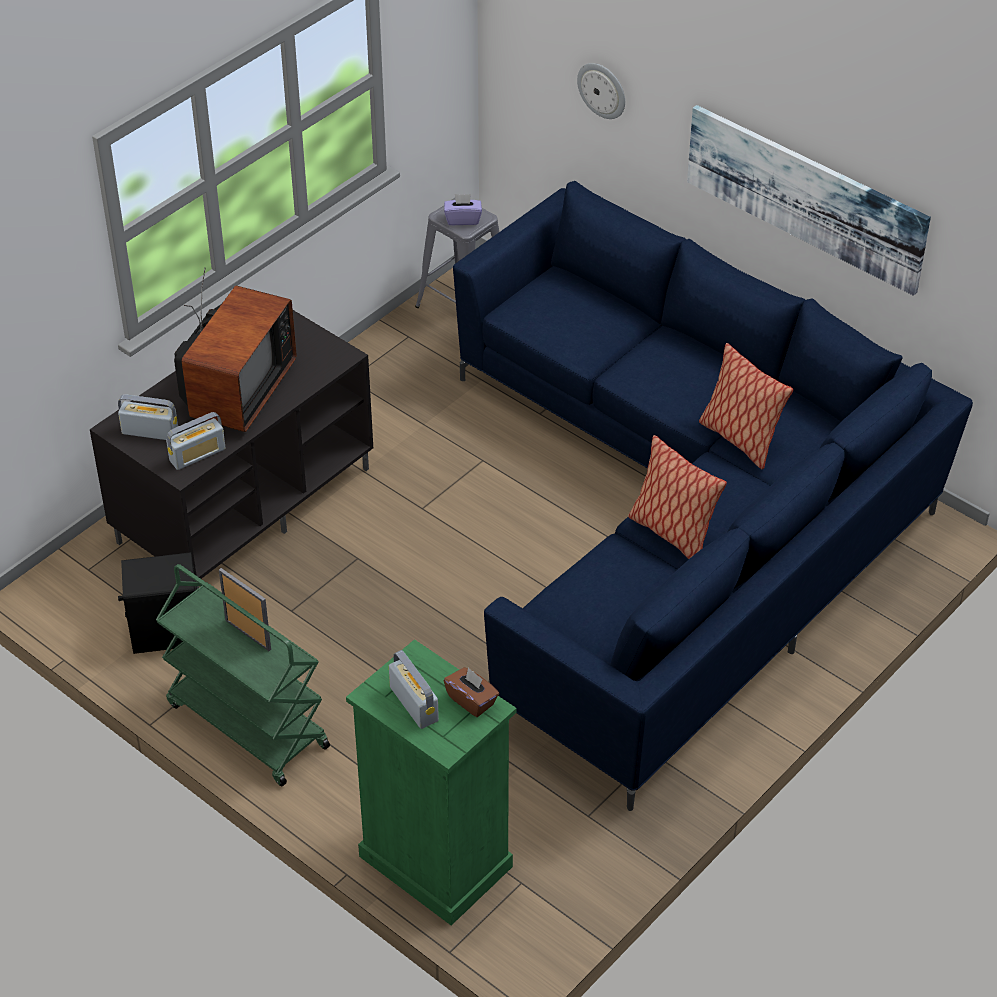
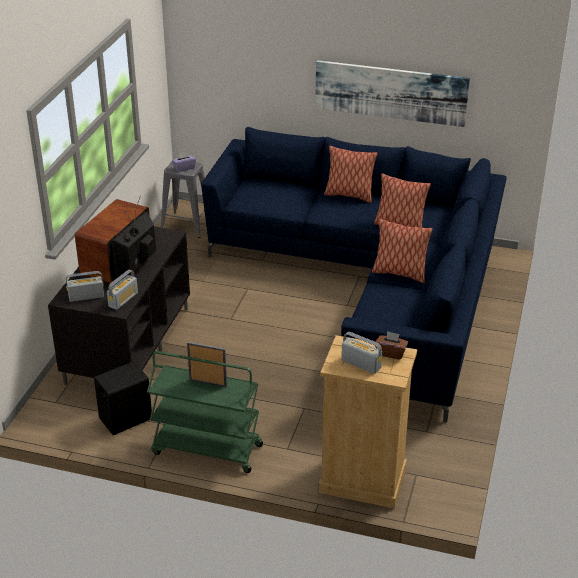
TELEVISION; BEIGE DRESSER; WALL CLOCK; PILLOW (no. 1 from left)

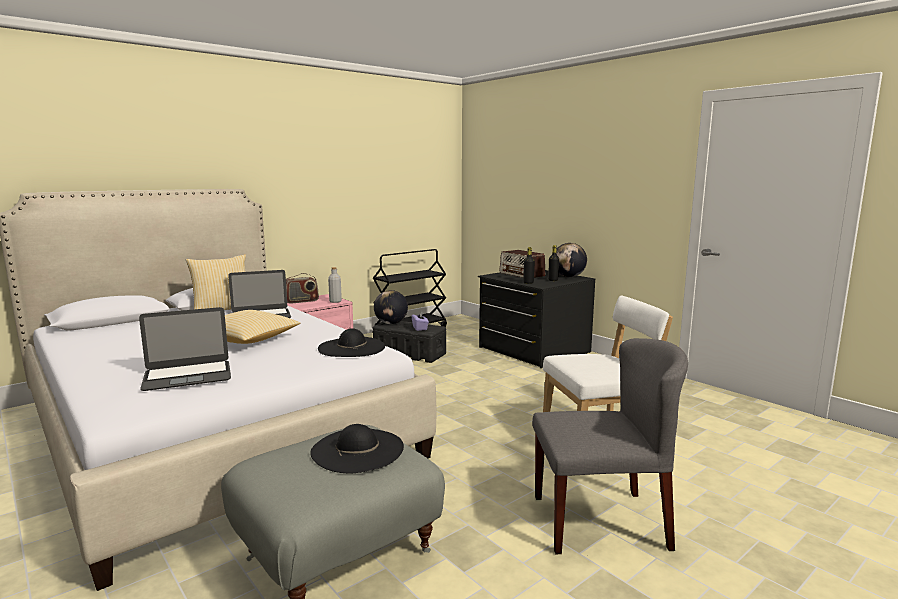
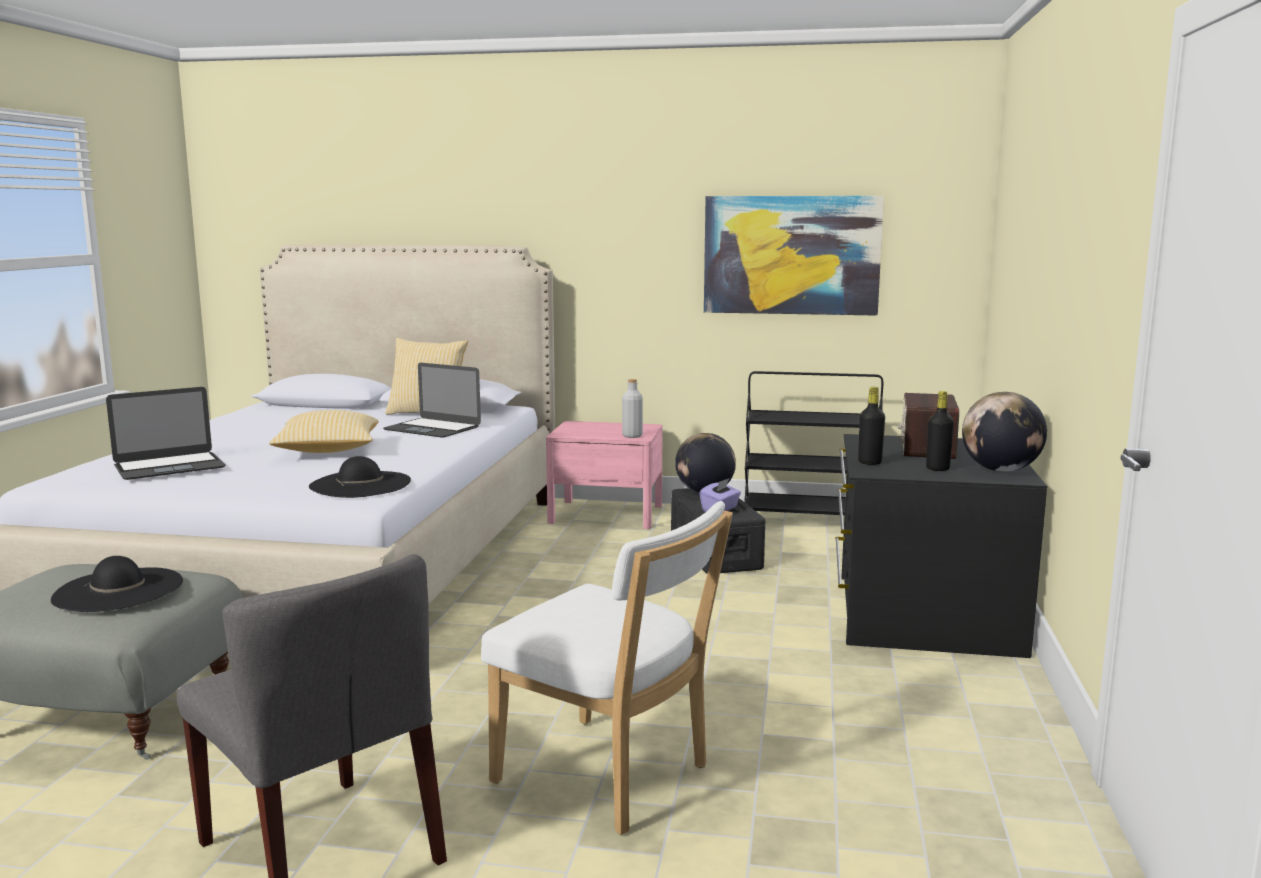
LAPTOP (no. 1 from left); RADIO (no. 1 from left in the first image); PICTURE

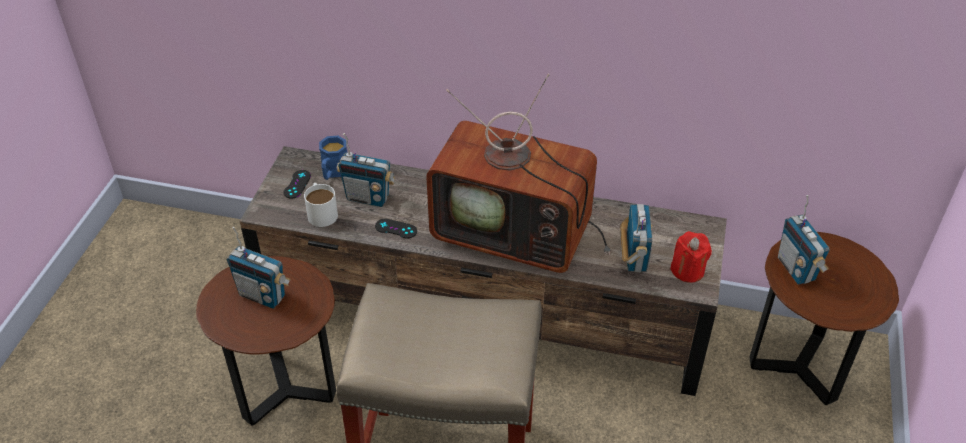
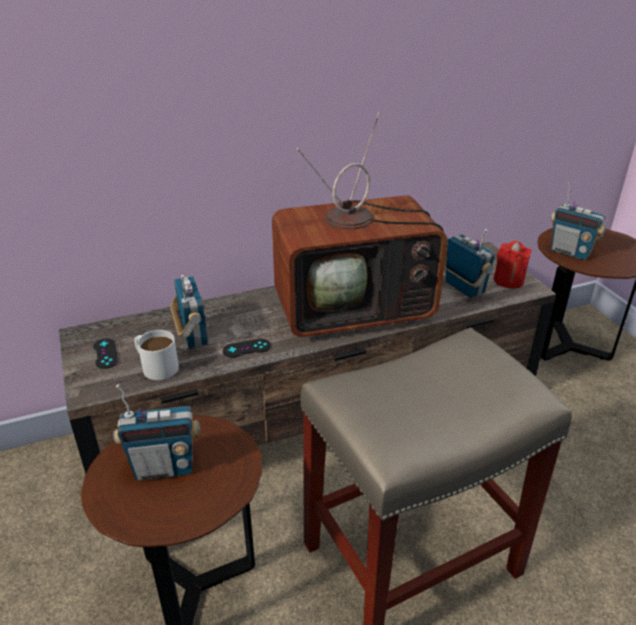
BLUE MUG; RADIO (no. 2 from left)

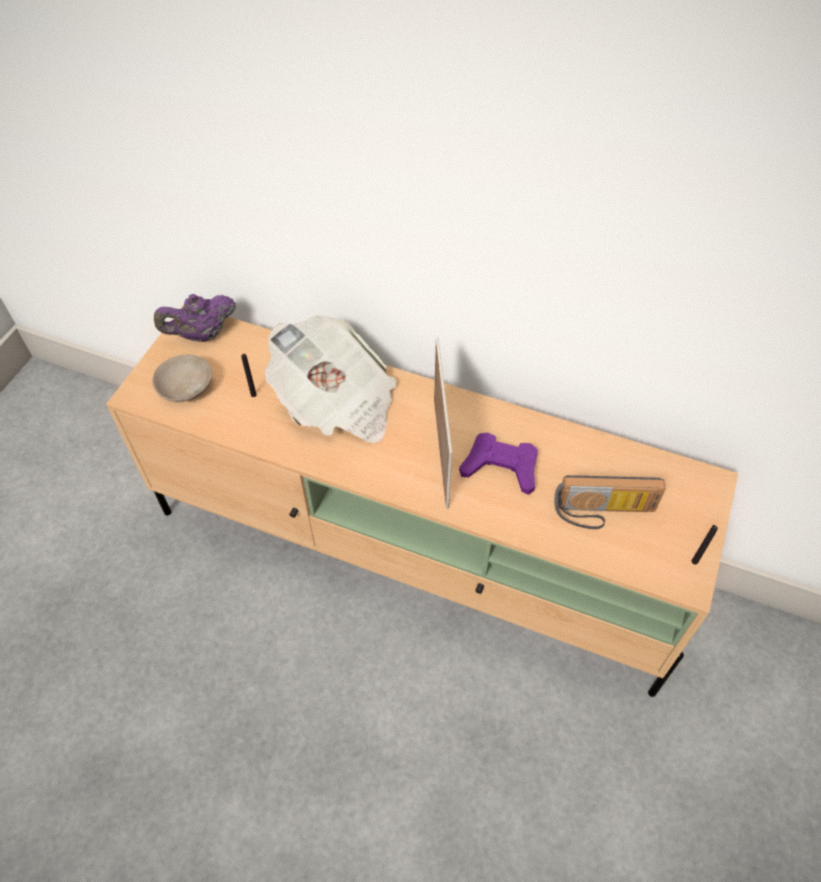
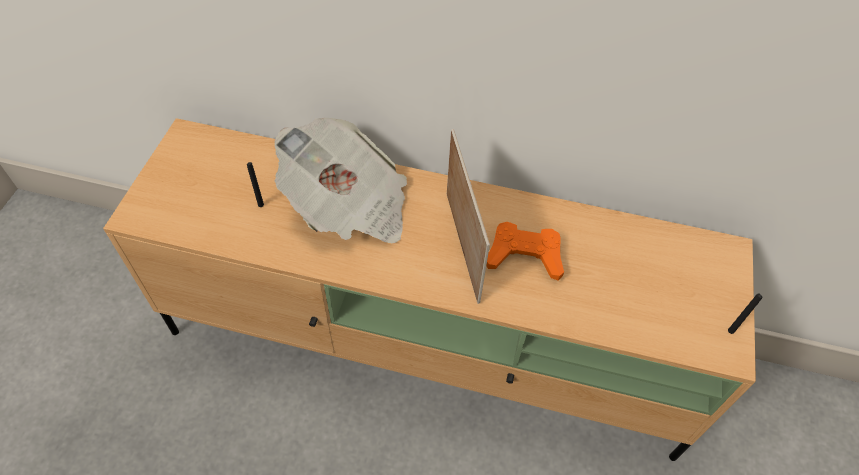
BEIGE BOWL; PURPLE TEAPOT; ORANGE GAME CONTROLLER; RADIO

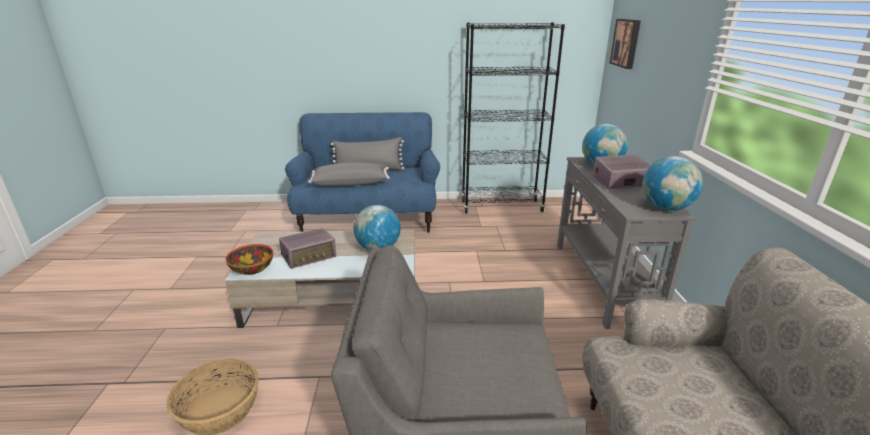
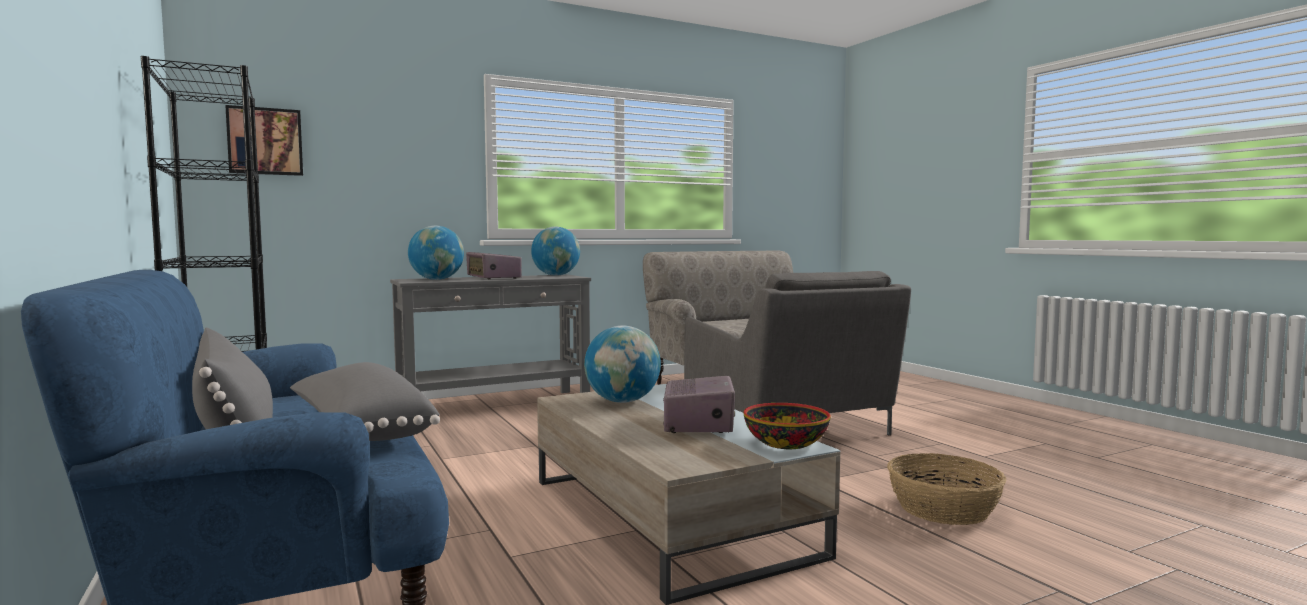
RADIO (no. 2 from left)

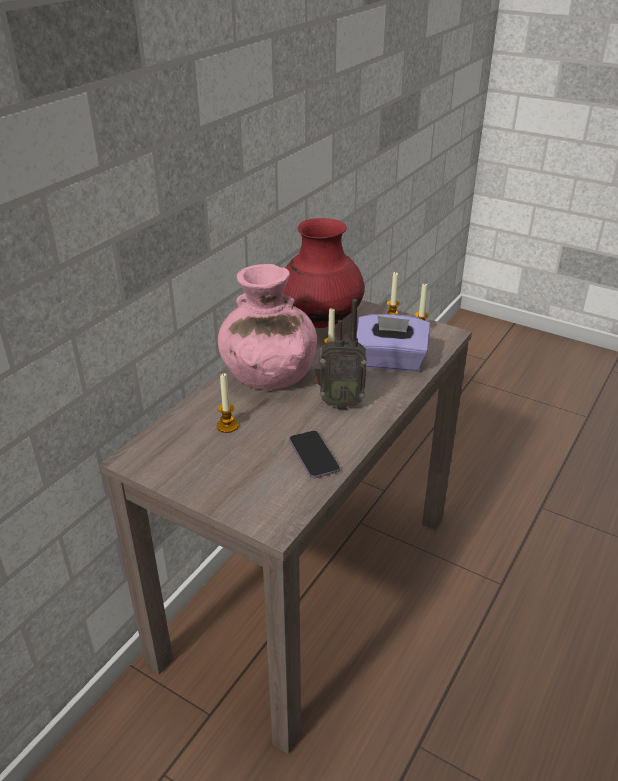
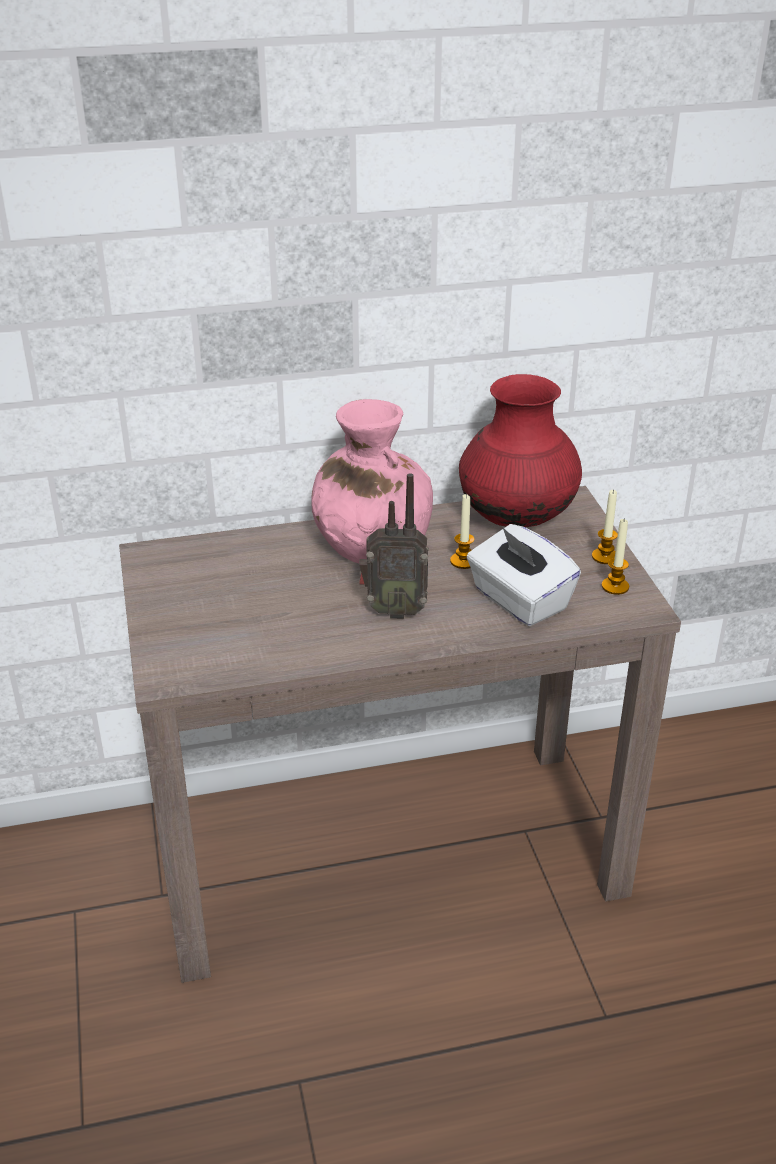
CANDLE (no. 1 from left in the first image); PHONE; RADIO; WHITE TISSUE BOX

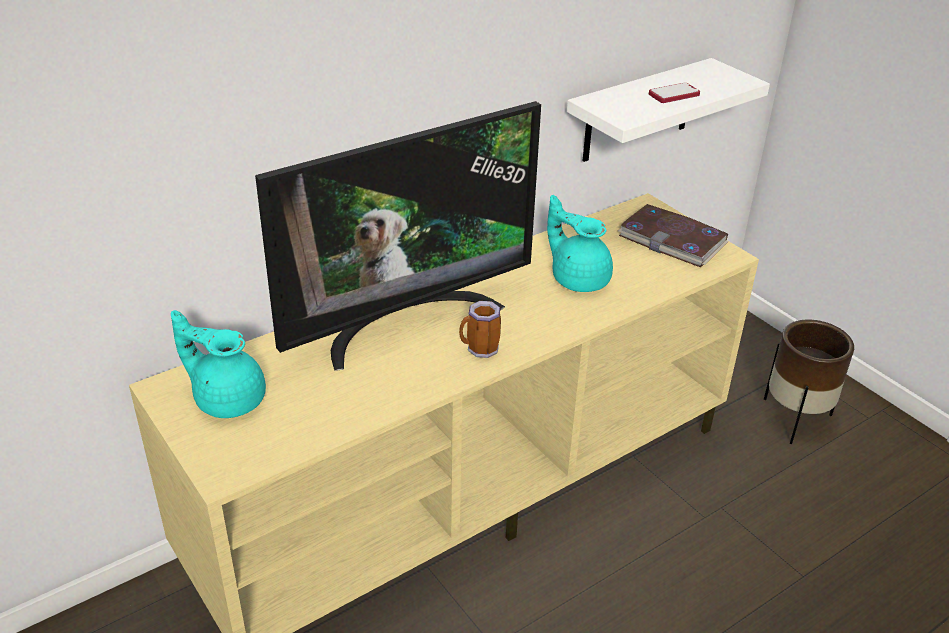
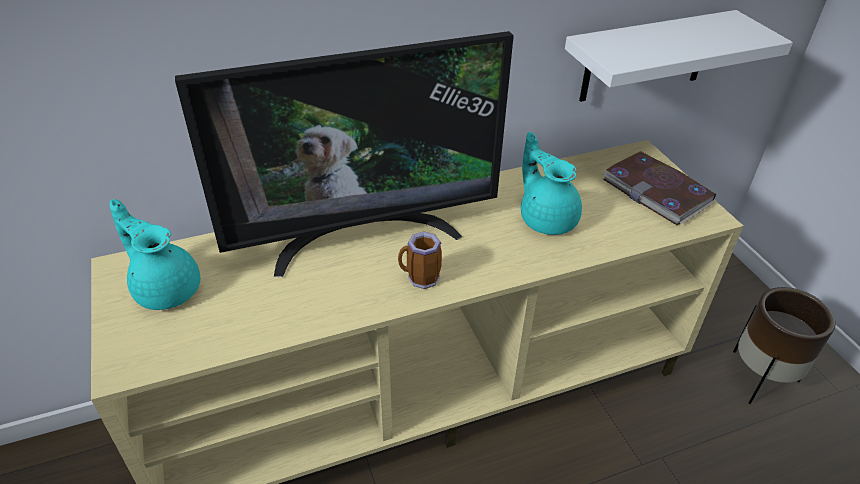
PHONE

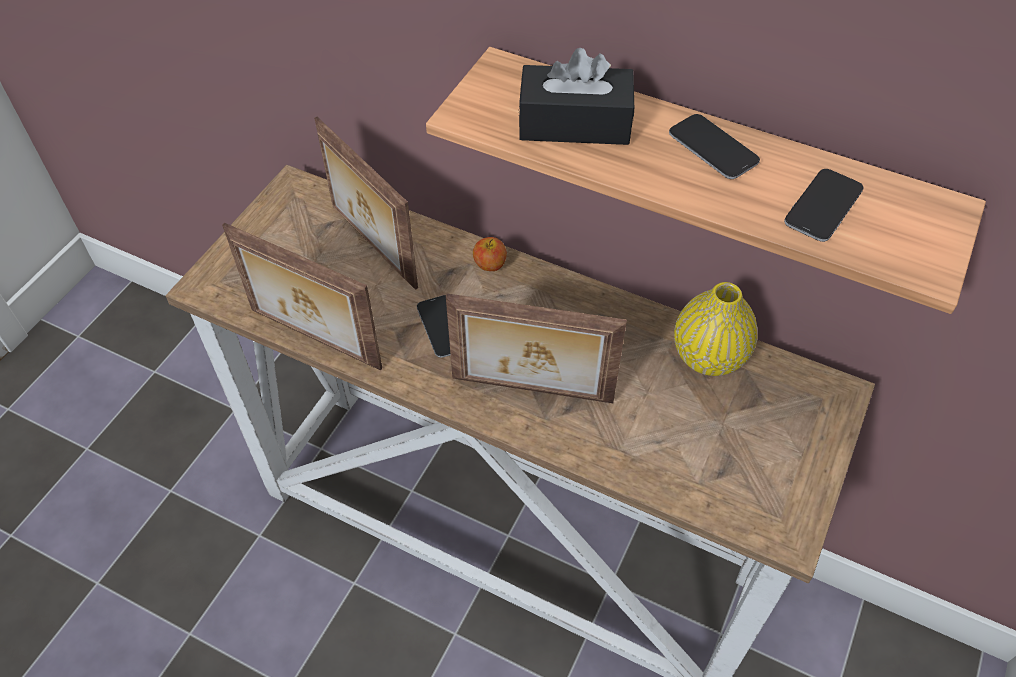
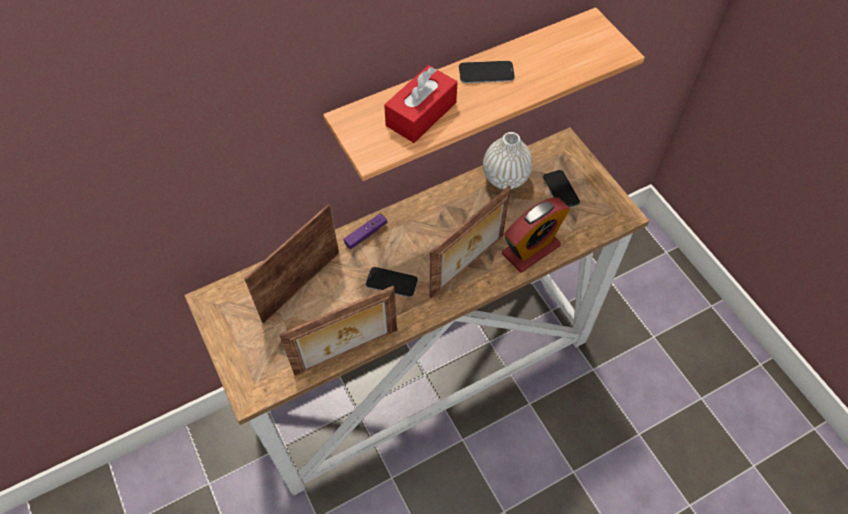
PICTURE FRAME (no. 1 from left); PURPLE GAME CONTROLLER; RED TISSUE BOX; WHITE VASE; PHONE (no. 3 from left); ALARM CLOCK

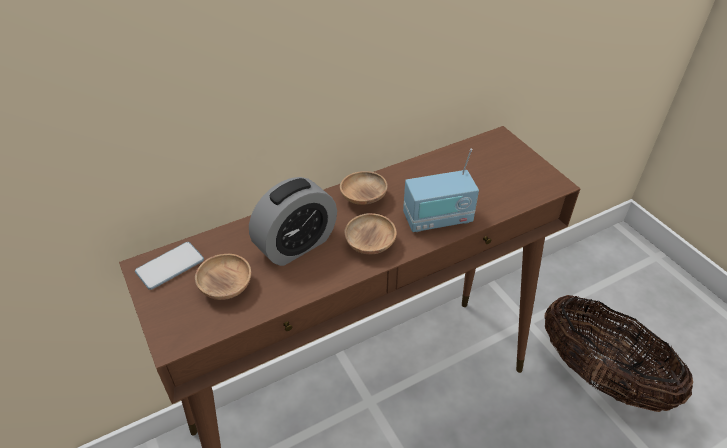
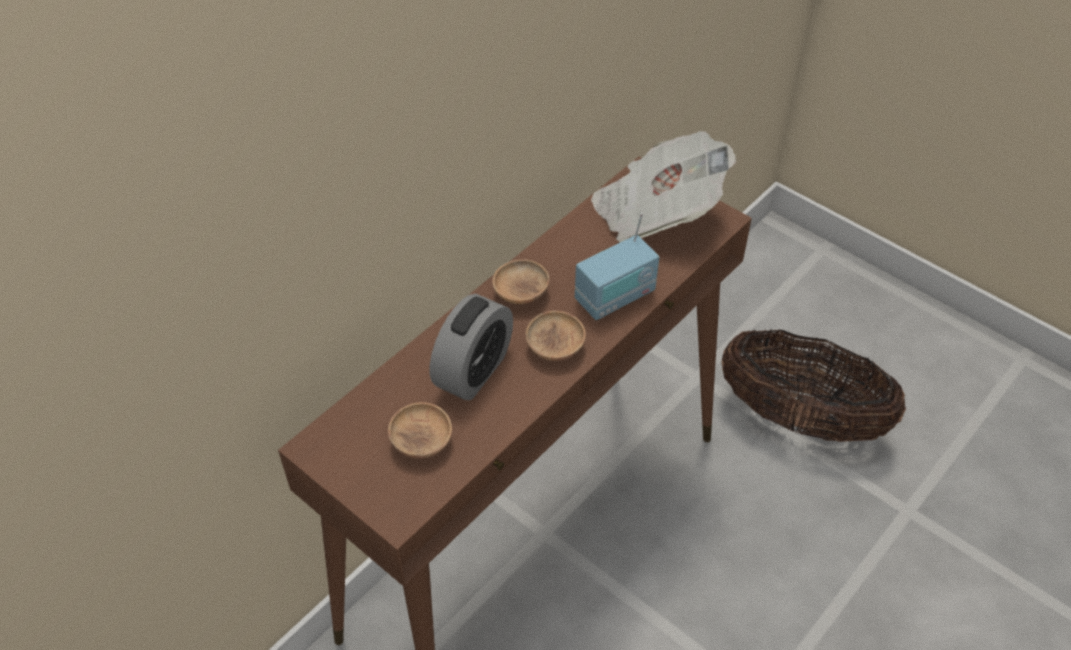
PHONE; NEWSPAPER

